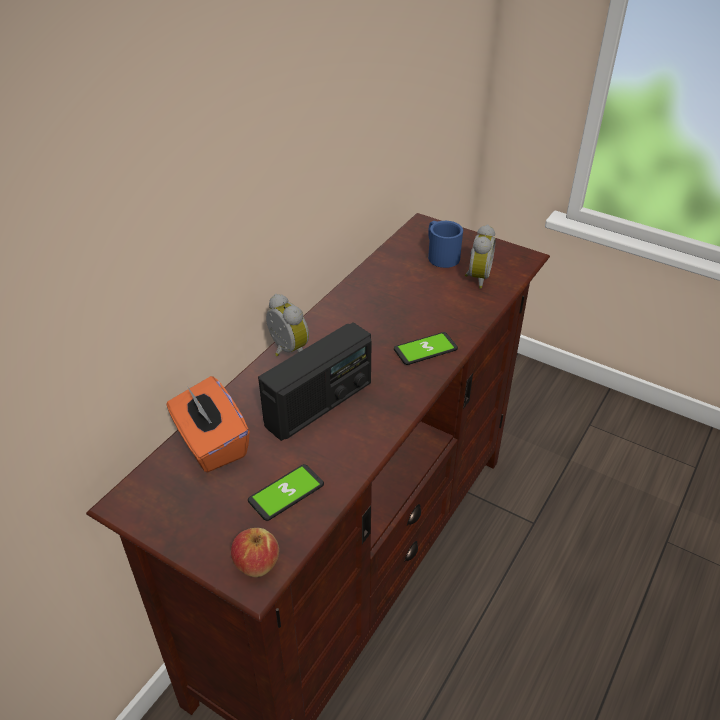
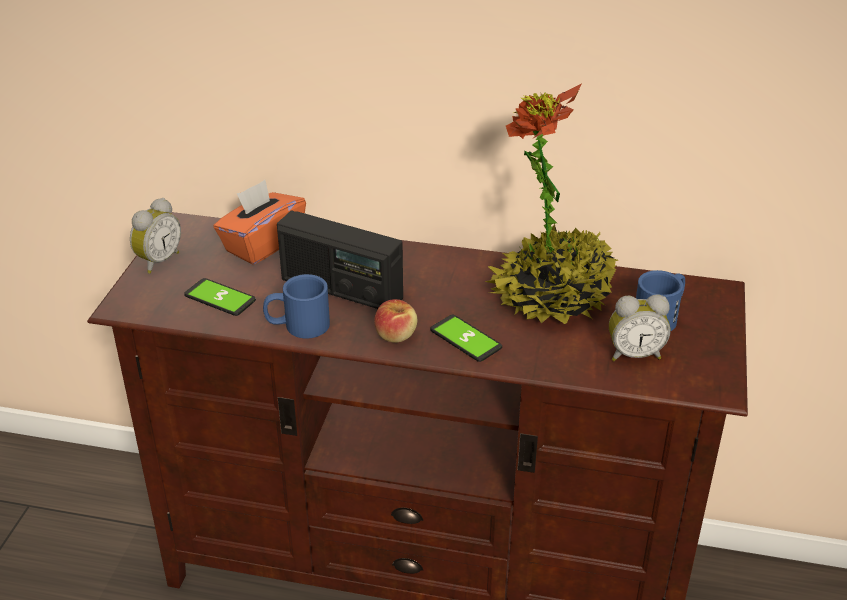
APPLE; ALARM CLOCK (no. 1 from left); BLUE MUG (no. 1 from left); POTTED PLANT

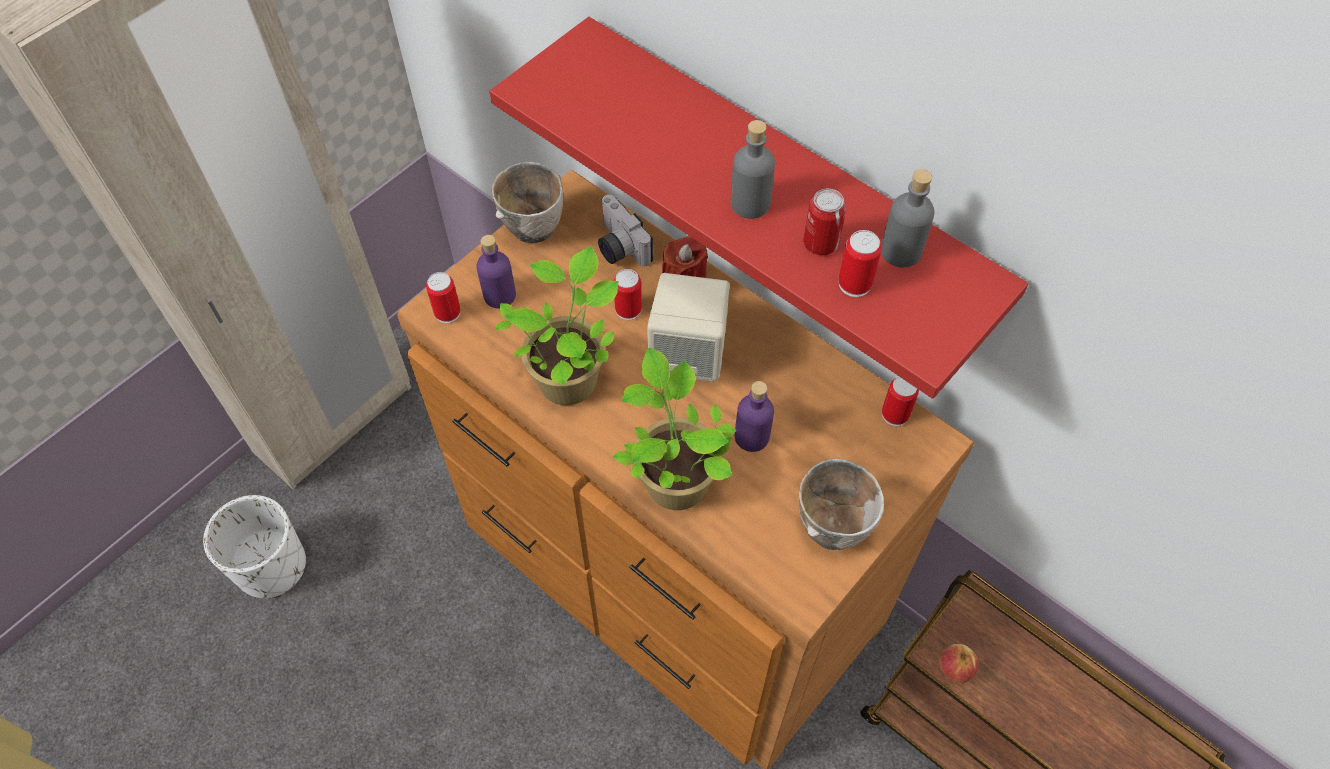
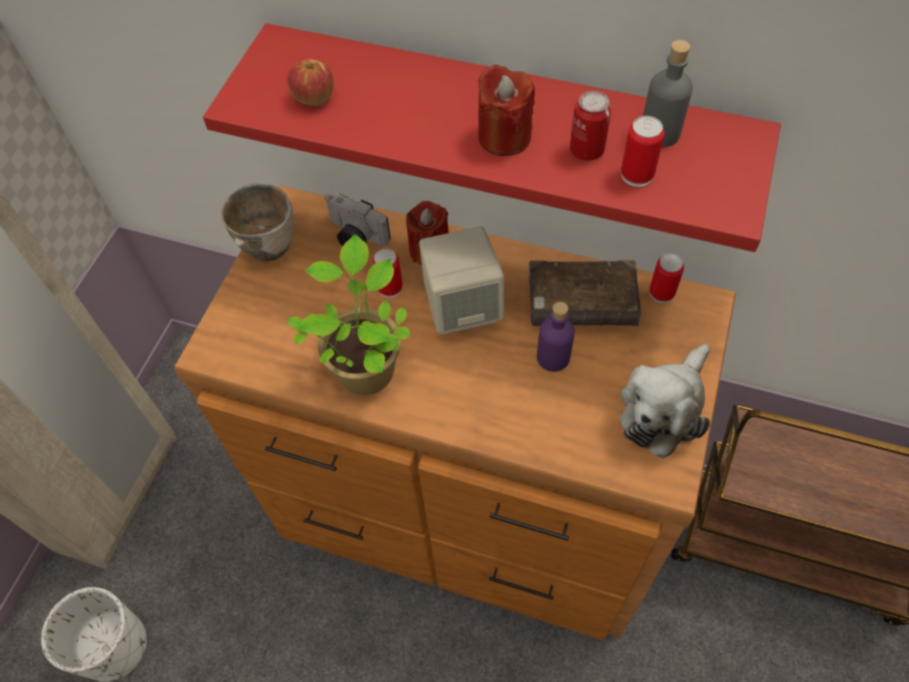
CAN (no. 1 from left in the first image); PURPLE BOTTLE (no. 1 from left in the first image); POTTED PLANT (no. 2 from left in the first image); RED CANDLE (no. 2 from left); PLUSH TOY; APPLE; BROWN BOOK

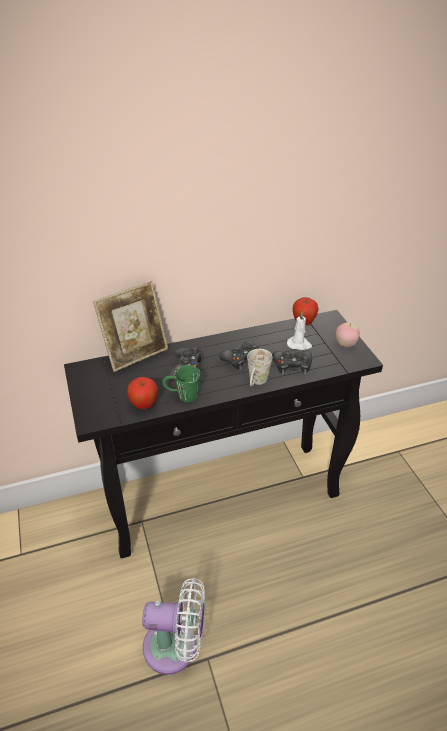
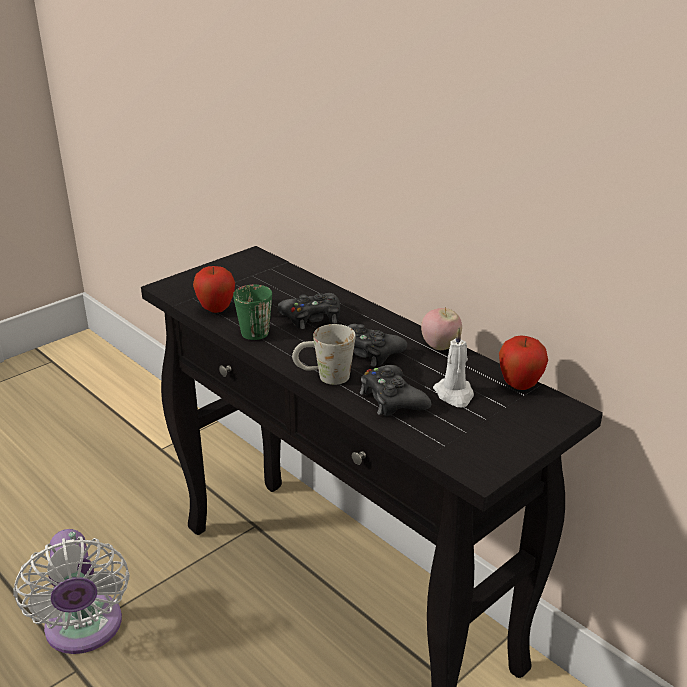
PICTURE FRAME; APPLE (no. 2 from left)

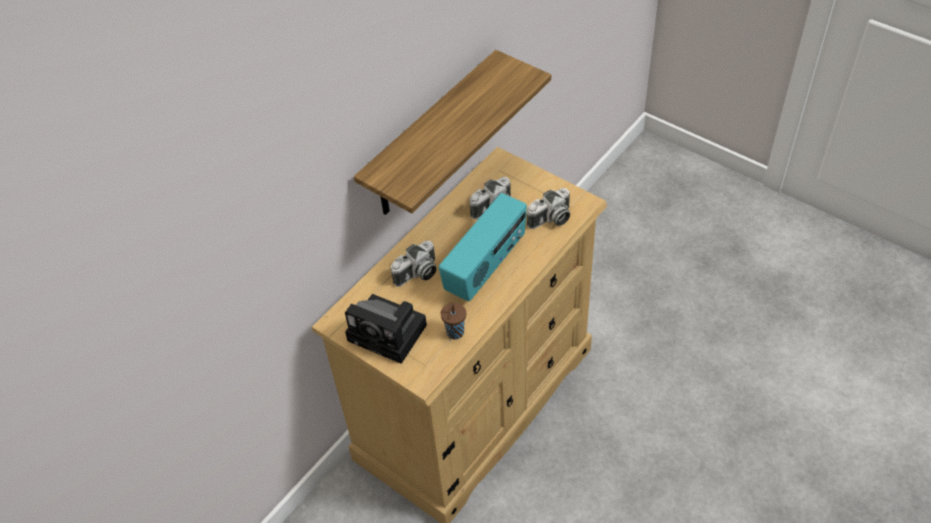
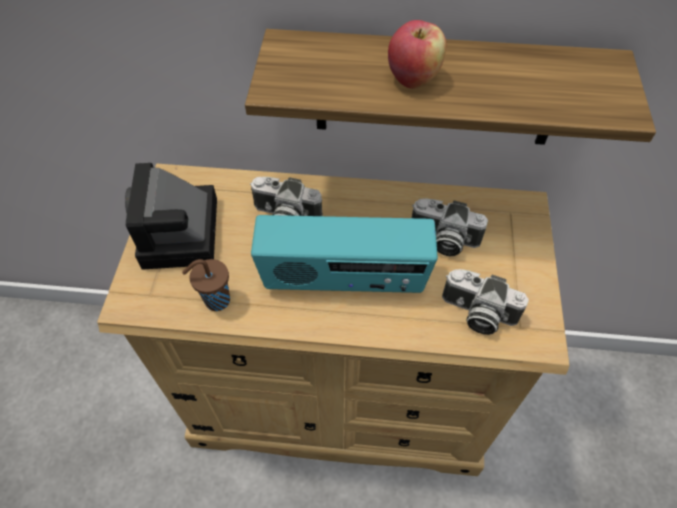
APPLE

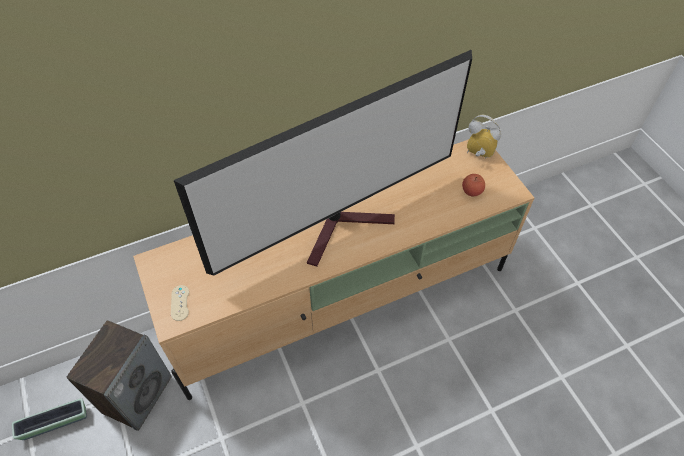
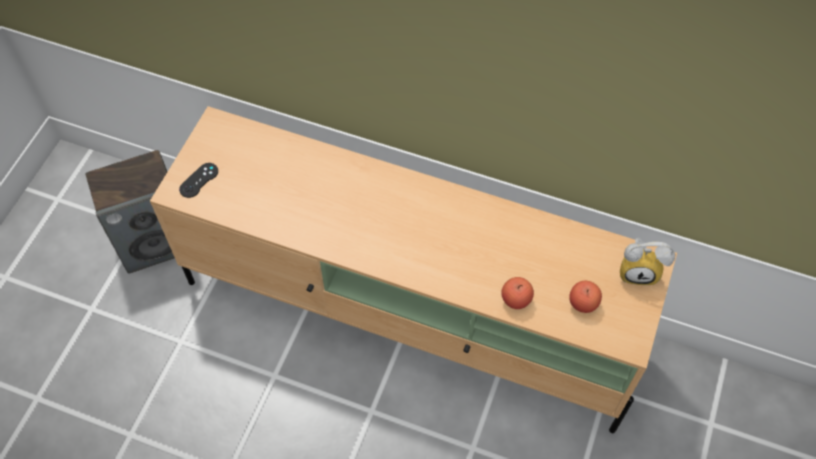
PLANTER; BLACK GAME CONTROLLER; TELEVISION; ALARM CLOCK; APPLE (no. 1 from left)

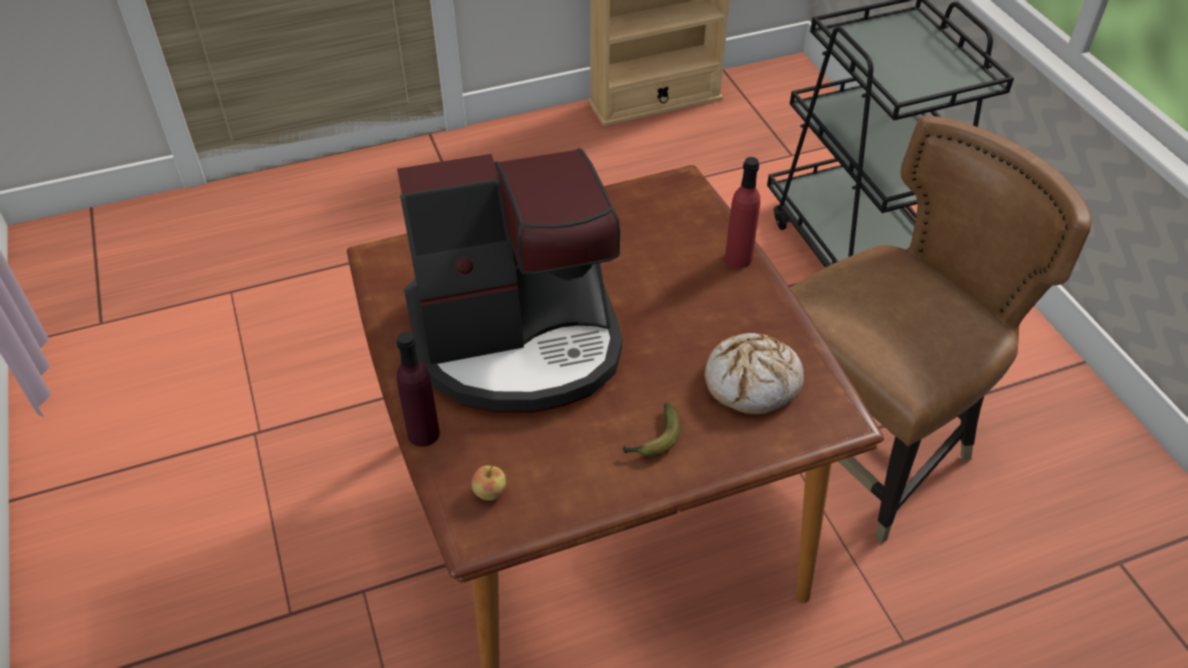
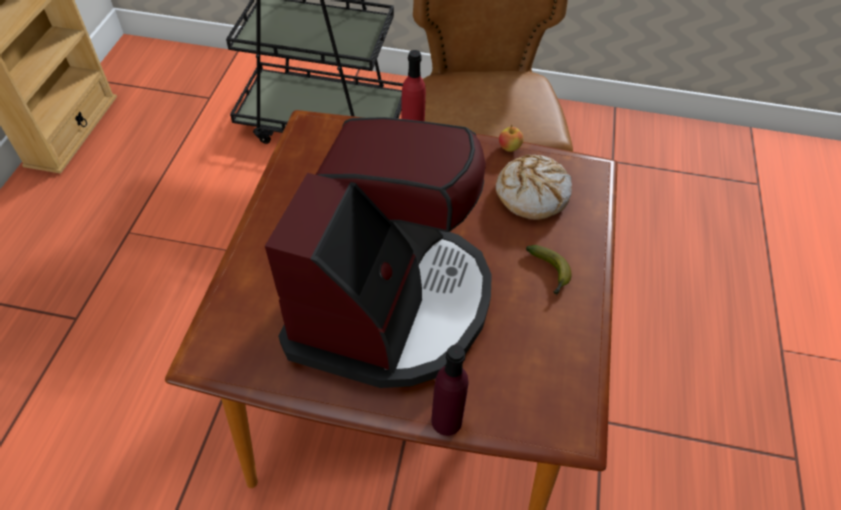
APPLE

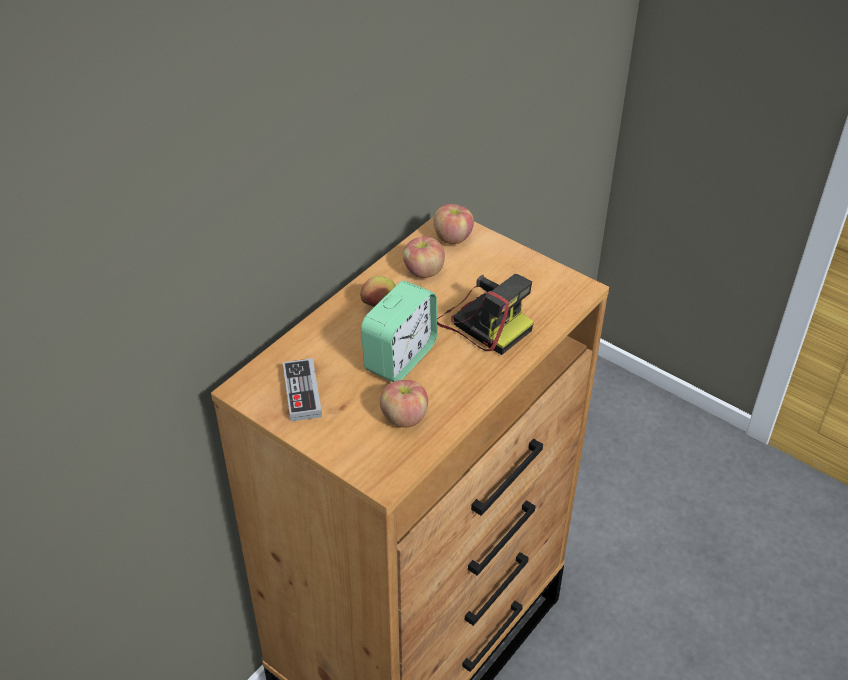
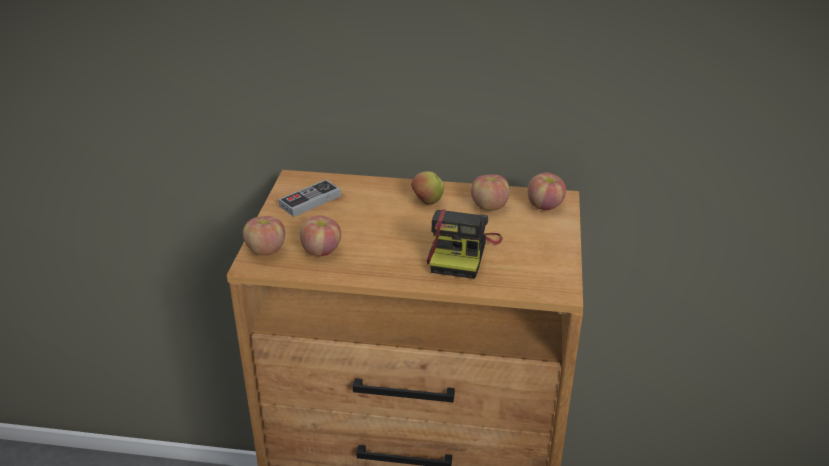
ALARM CLOCK; APPLE (no. 1 from left)

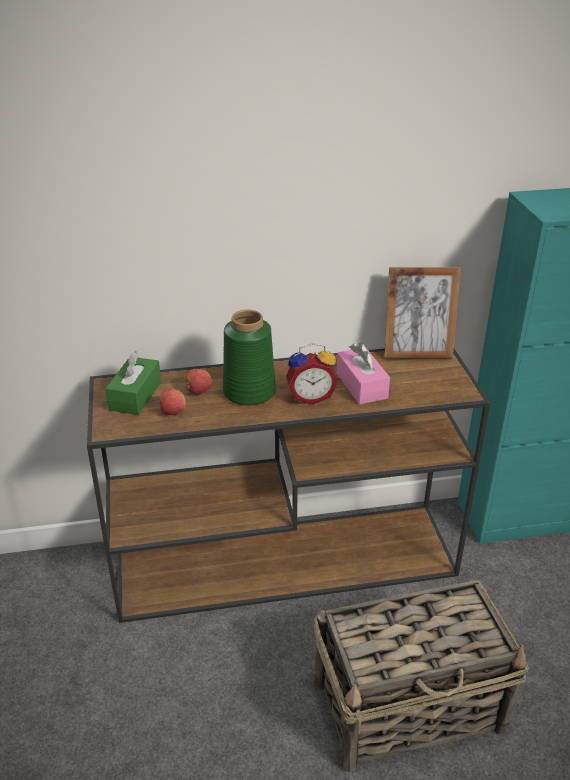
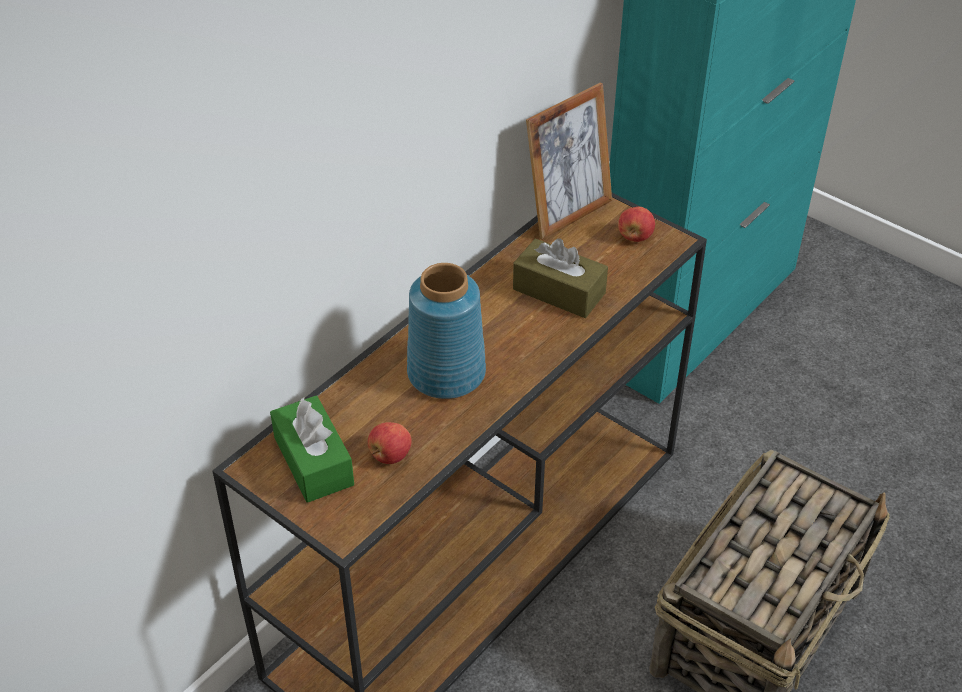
APPLE (no. 2 from left); BLUE VASE; ALARM CLOCK; BROWN TISSUE BOX

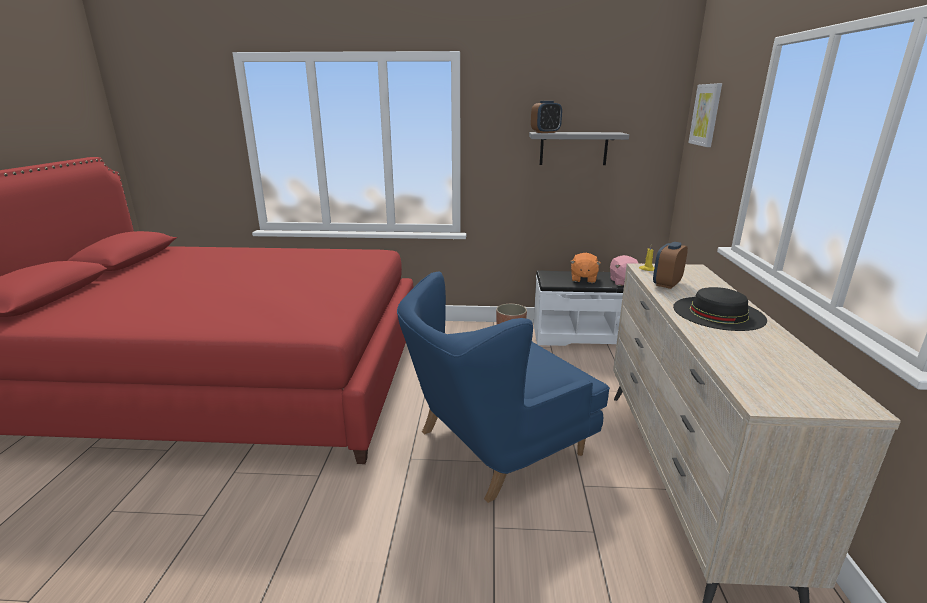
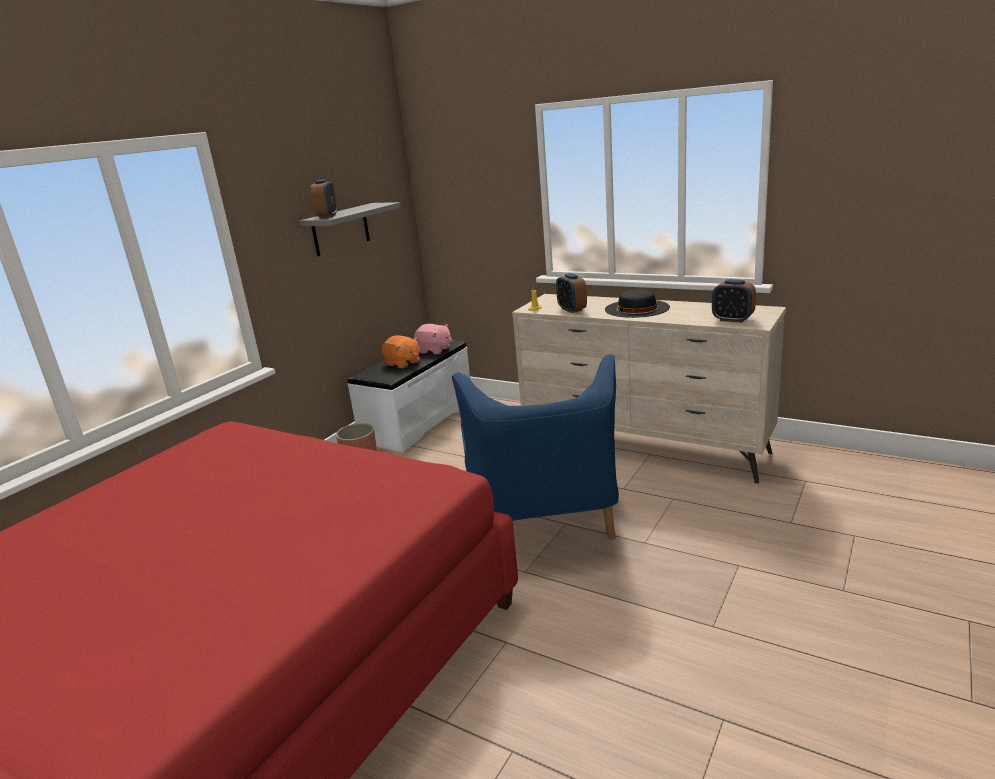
PICTURE; ALARM CLOCK (no. 3 from left)

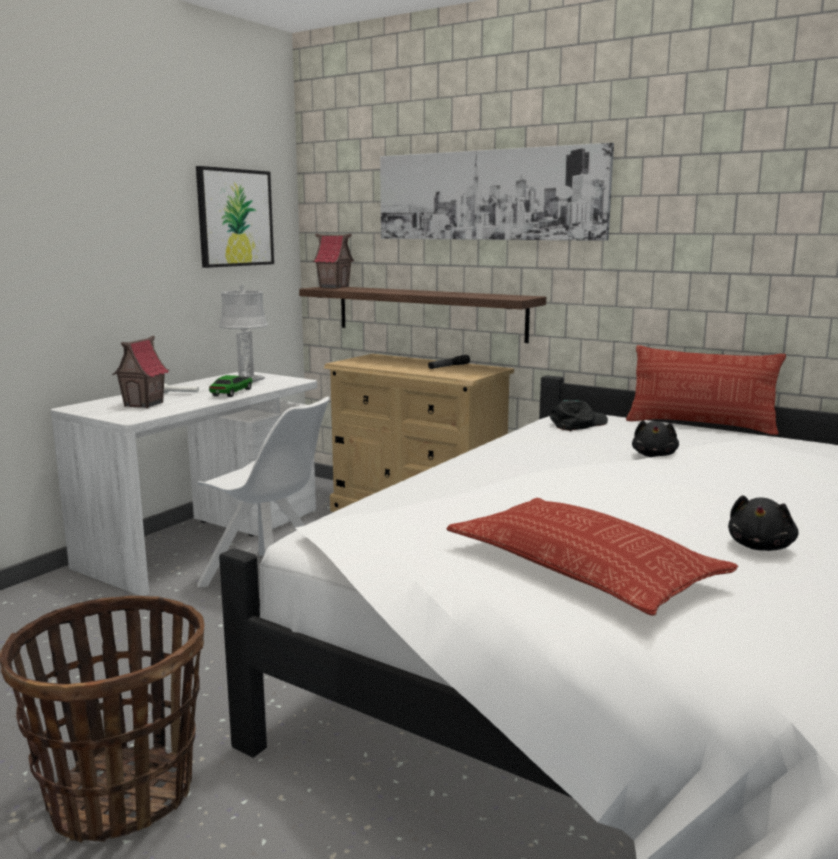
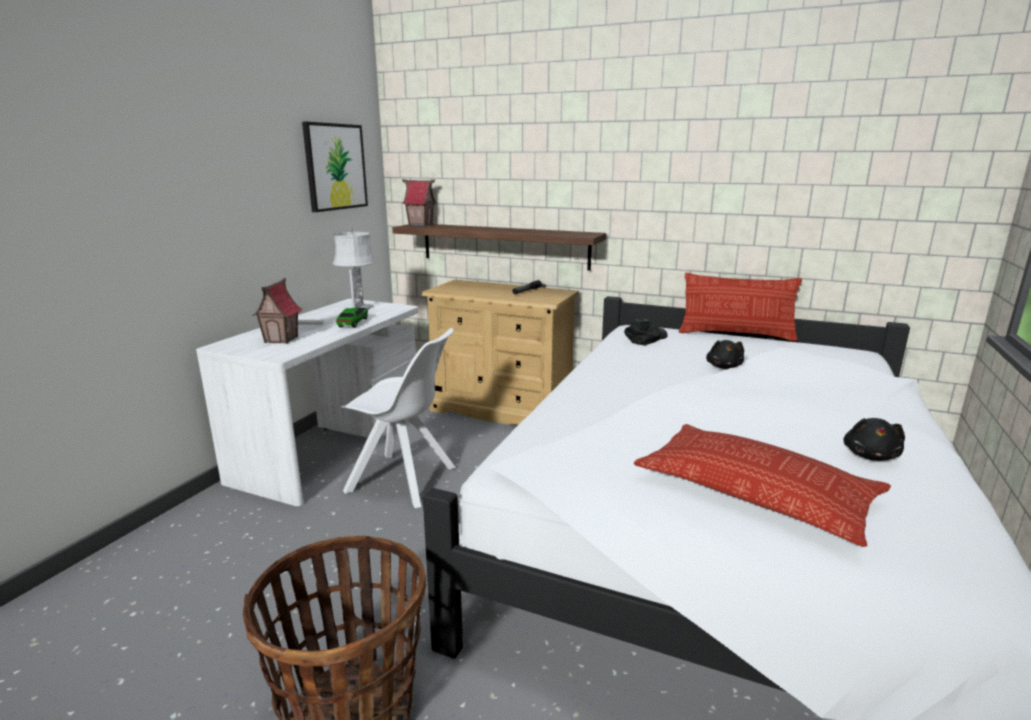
PICTURE (no. 2 from left in the first image)

